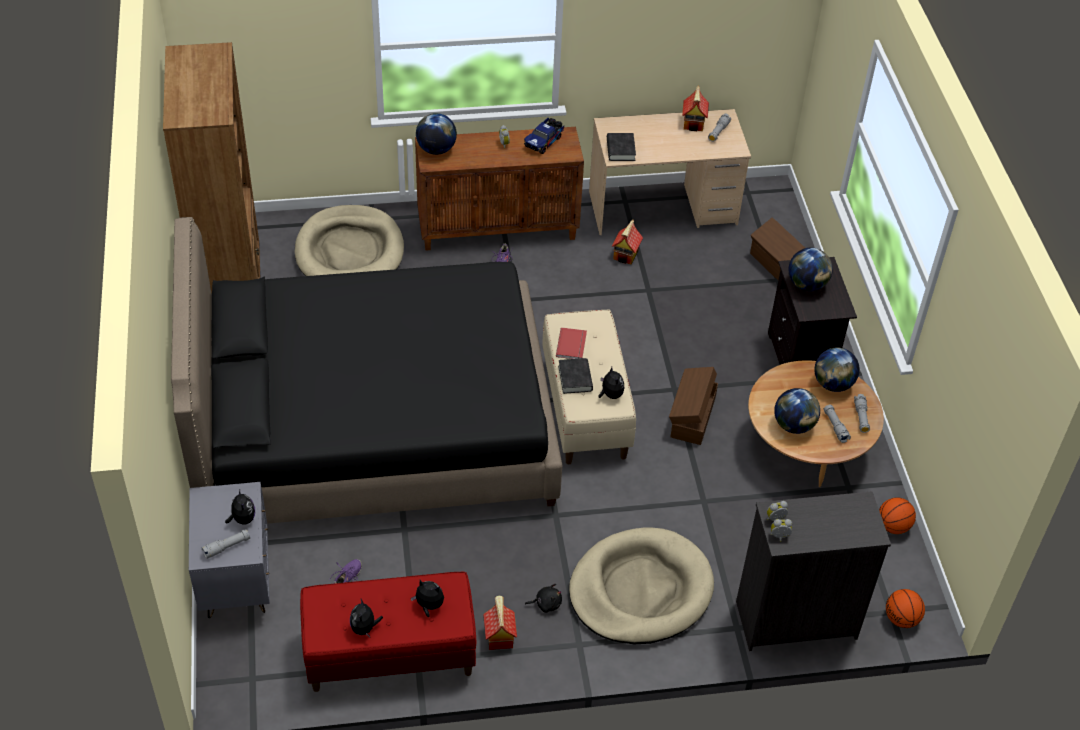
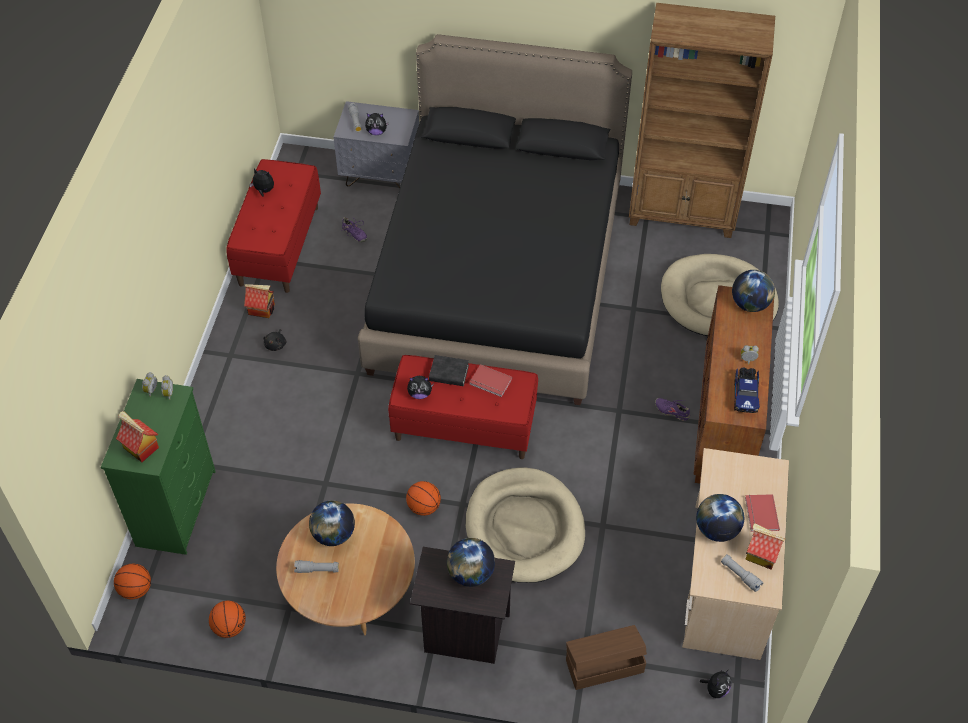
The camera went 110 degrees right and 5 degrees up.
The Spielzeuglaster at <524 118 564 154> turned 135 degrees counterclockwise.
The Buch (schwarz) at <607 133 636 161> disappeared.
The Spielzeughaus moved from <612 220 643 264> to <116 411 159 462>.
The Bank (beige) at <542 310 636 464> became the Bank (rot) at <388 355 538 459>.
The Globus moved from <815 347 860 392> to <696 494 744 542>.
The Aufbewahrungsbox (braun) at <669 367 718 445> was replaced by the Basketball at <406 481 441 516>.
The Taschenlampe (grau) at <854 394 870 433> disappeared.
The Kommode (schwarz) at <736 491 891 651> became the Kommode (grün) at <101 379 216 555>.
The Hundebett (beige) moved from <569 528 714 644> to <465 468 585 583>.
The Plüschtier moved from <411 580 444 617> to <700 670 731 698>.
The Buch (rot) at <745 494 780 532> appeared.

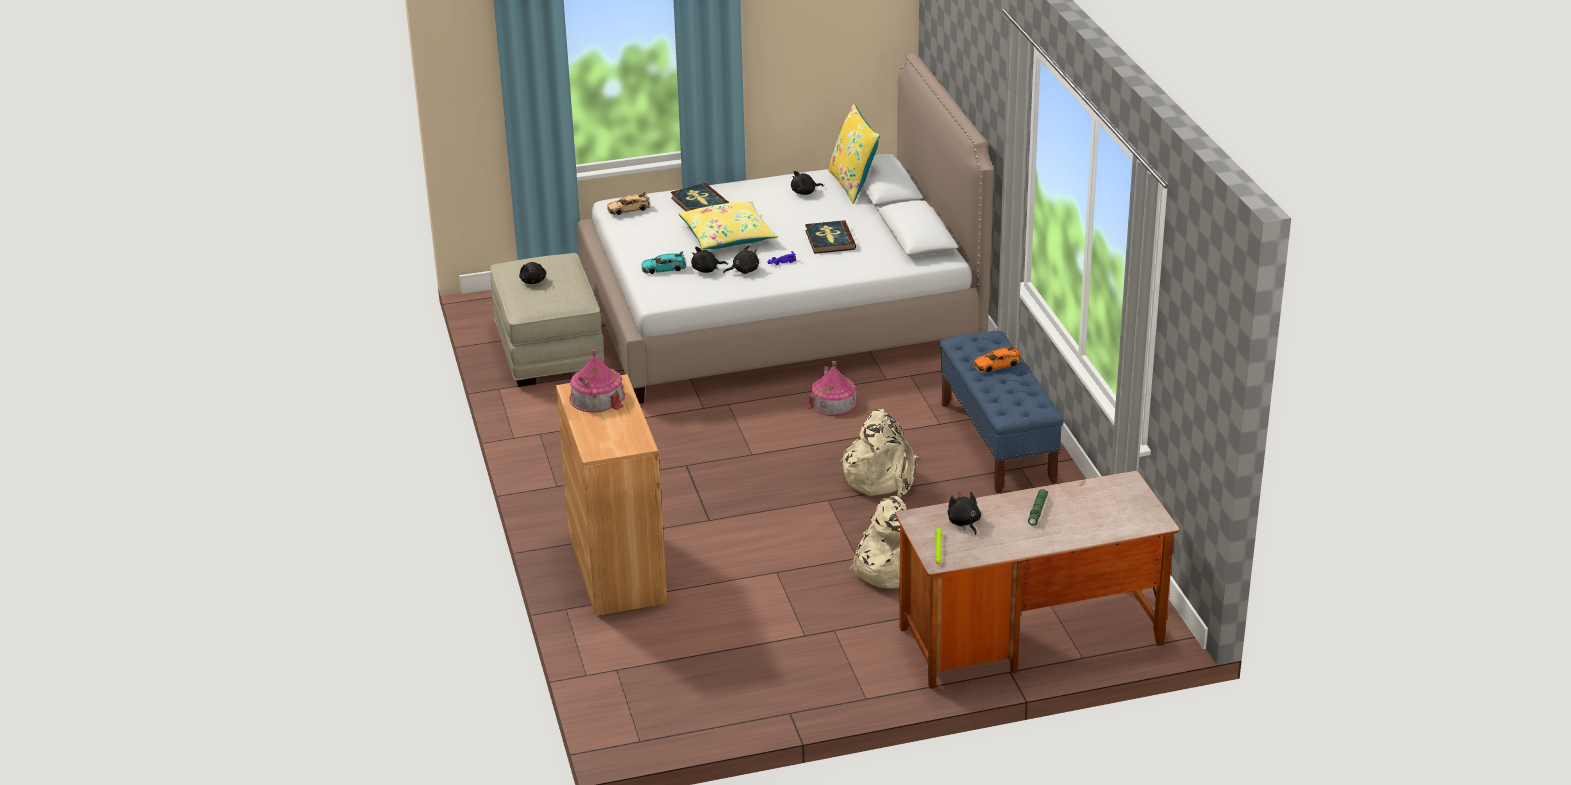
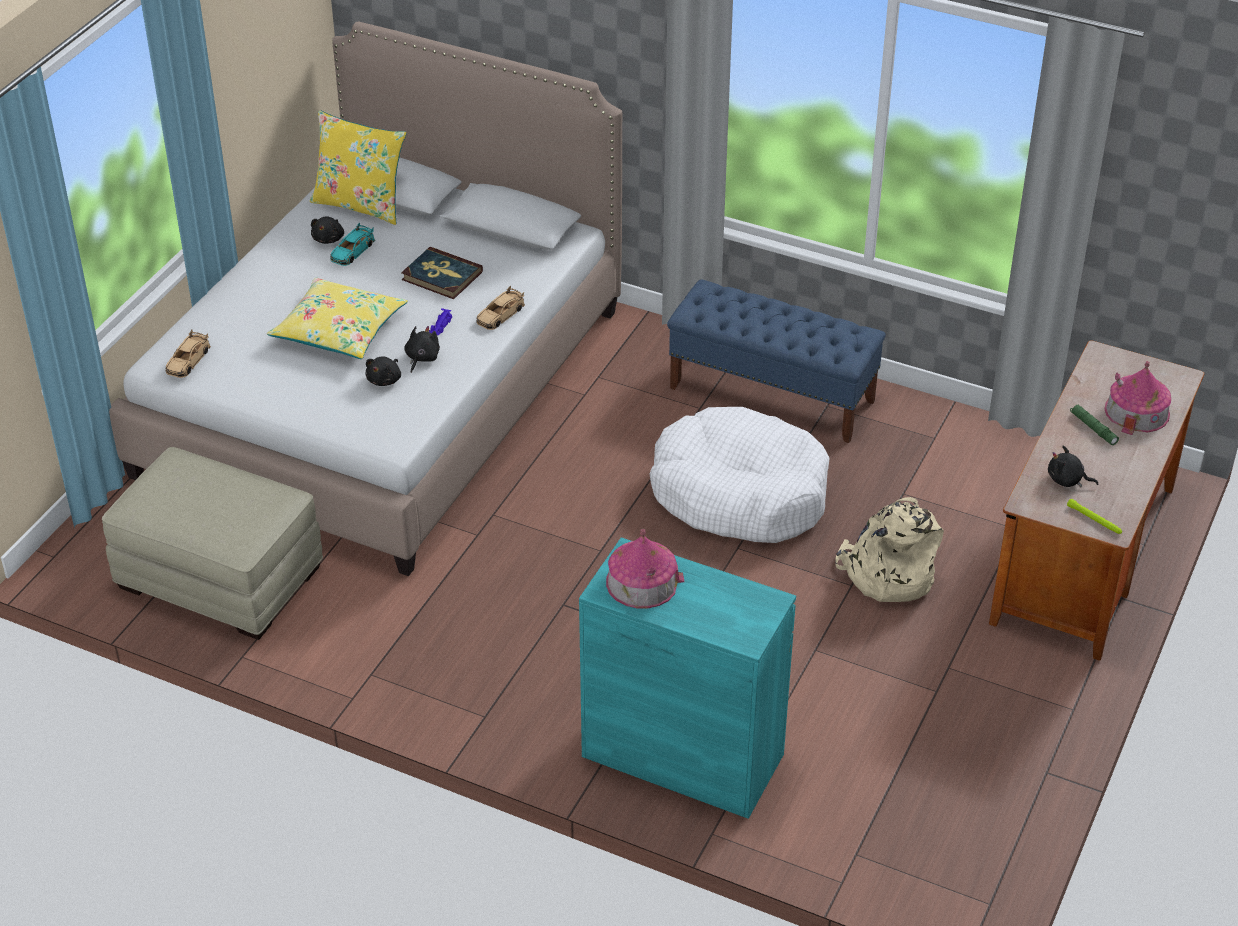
The camera went 50 degrees left and 10 degrees up.
The Buch at <671 183 729 211> disappeared.
The Spielzeugauto (türkis) moved from <641 251 686 274> to <330 223 375 266>.
The Plüschtier (schwarz) at <519 262 546 284> disappeared.
The Spielzeugauto (orange) at <974 345 1021 372> disappeared.
The Spielzeughaus moved from <806 361 858 416> to <1104 361 1171 435>.
The Schrank (braun) at <556 374 667 616> became the Schrank (türkis) at <579 537 796 819>.
The Rucksack (beige) at <840 409 918 497> was replaced by the Hundebett (weiß) at <649 407 830 543>.
The Spielzeugauto (beige) at <476 286 525 330> appeared.

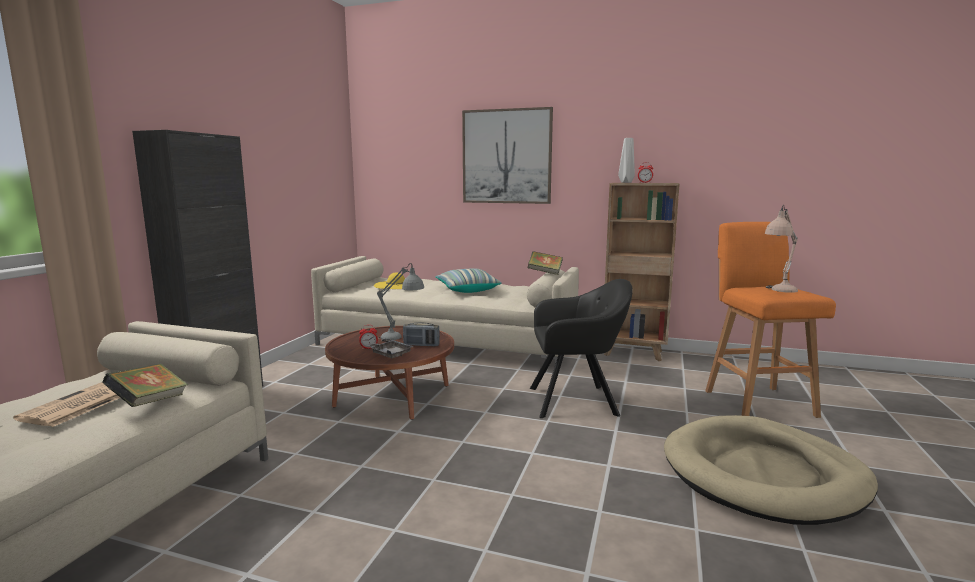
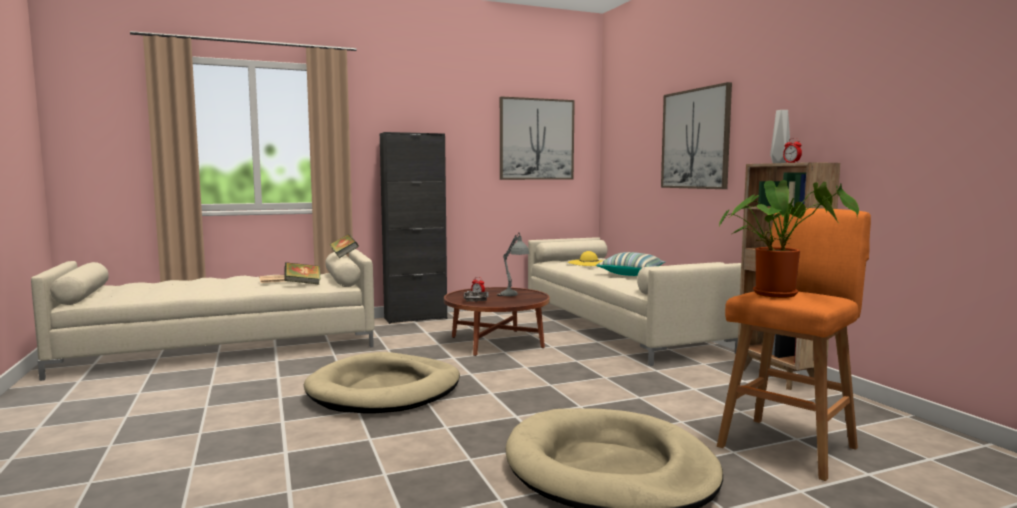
The camera went 50 degrees right and 5 degrees down.
The Tischlampe (beige) at <765 205 798 293> was replaced by the Topfpflanze at <718 180 859 298>.
The Buch moved from <528 251 563 275> to <329 234 359 258>.
The Sessel (schwarz) at <530 279 633 418> disappeared.
The Radio at <403 322 440 346> disappeared.
The Bild at <500 96 575 180> appeared.
The Hundebett (beige) at <304 352 460 413> appeared.

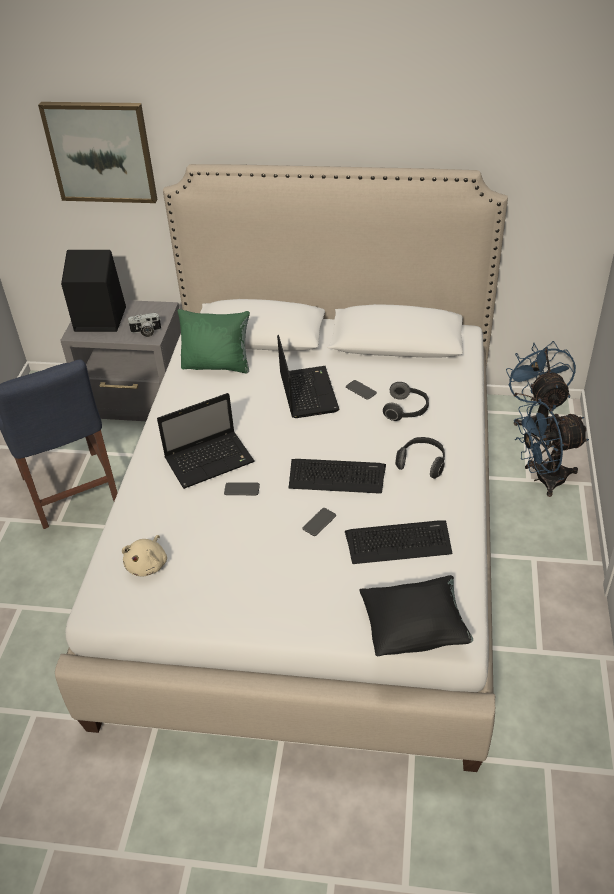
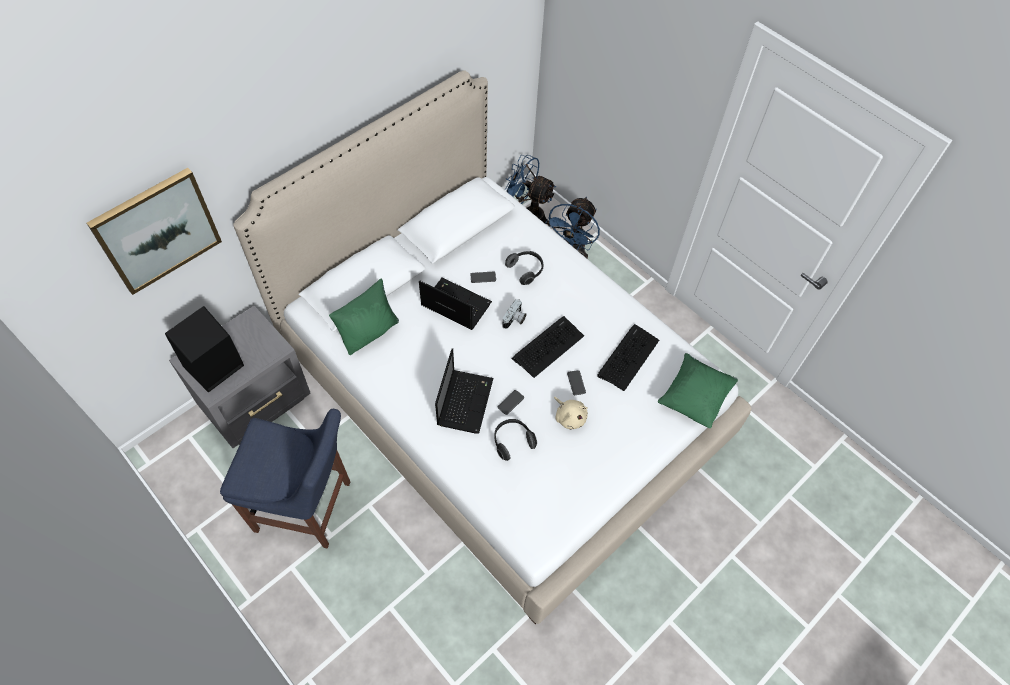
The camera went 55 degrees left and 15 degrees up.
The Kamera moved from <128 313 161 337> to <502 299 527 329>.
The Kopfhörer moved from <395 437 445 479> to <494 419 537 461>.
The Plüschtier (beige) moved from <122 535 167 577> to <554 397 588 430>.
The Kissen (schwarz) at <359 575 473 656> became the Kissen (grün) at <657 353 738 428>.

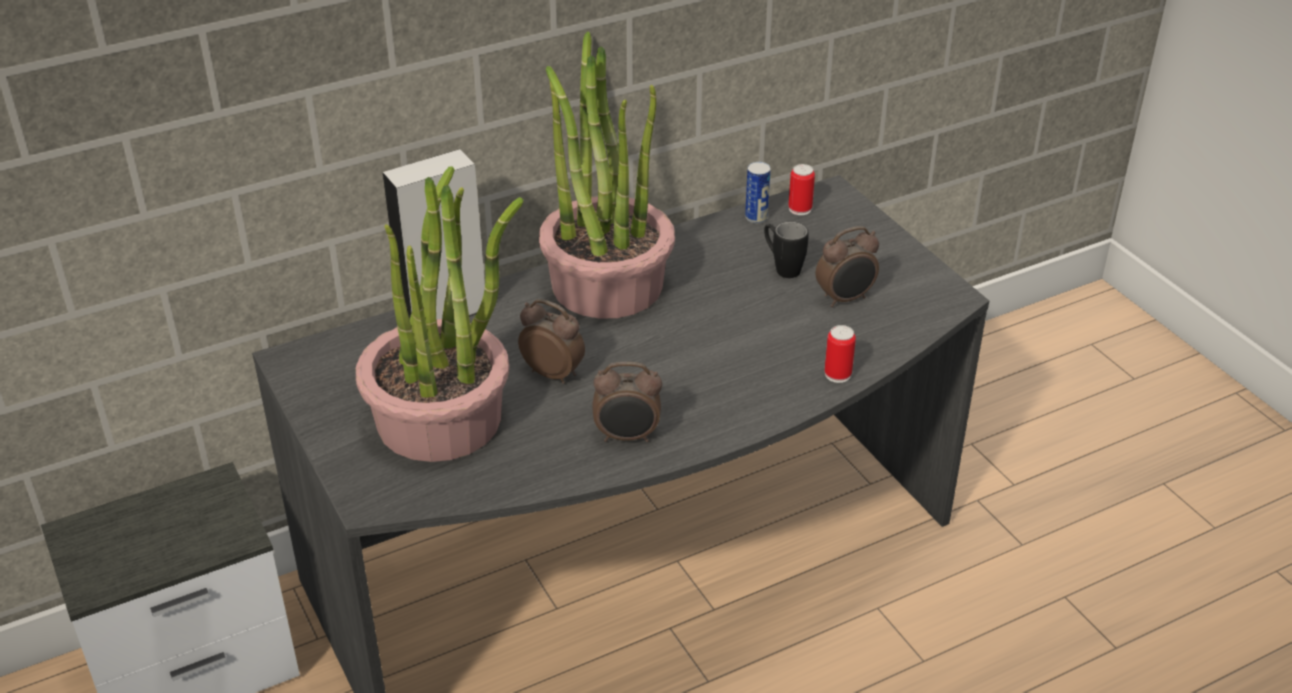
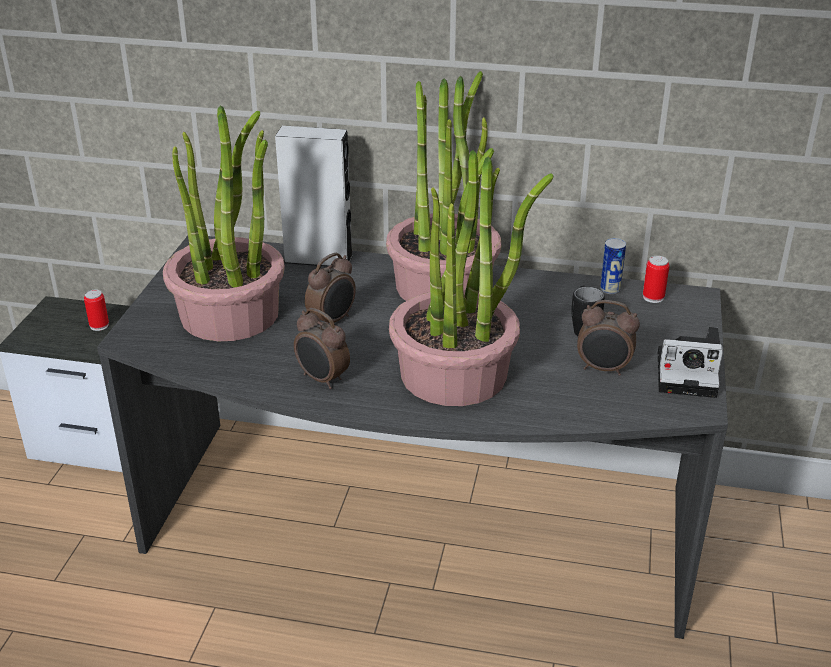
The camera went 40 degrees right and 5 degrees down.
The Wecker at <518 299 585 384> turned 60 degrees clockwise.
The Dose moved from <824 325 856 383> to <84 289 109 331>.
The Topfpflanze at <389 148 553 406> appeared.
The Kamera at <658 327 723 398> appeared.

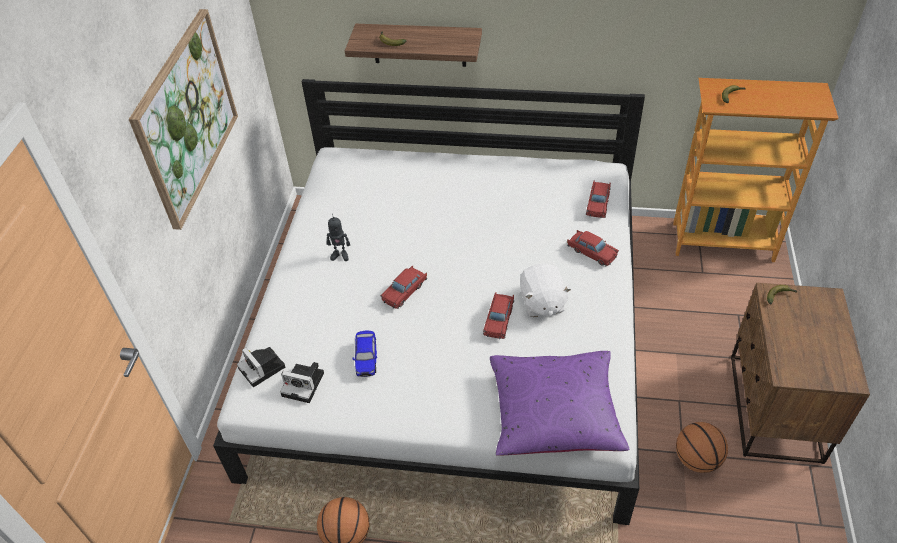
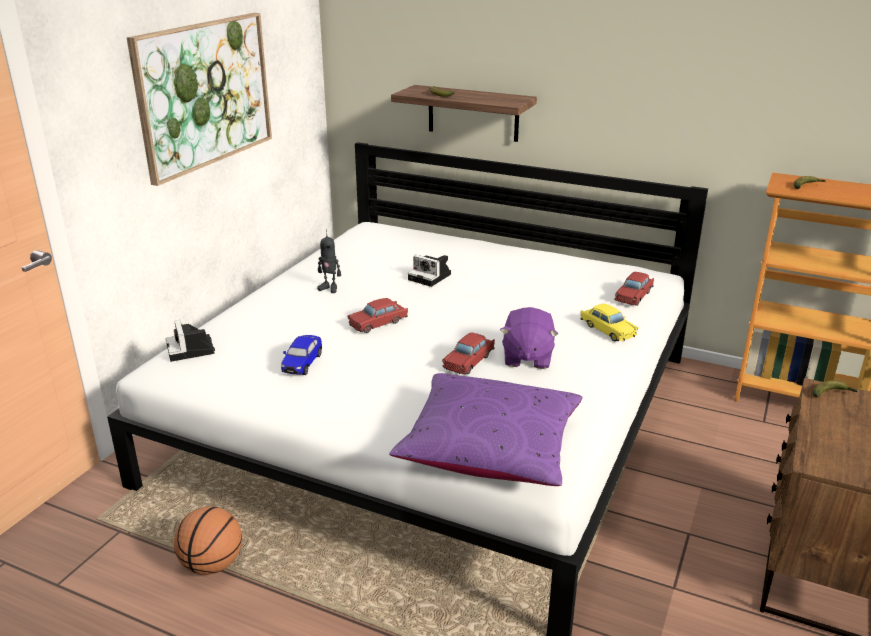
The camera went 15 degrees right and 20 degrees down.
The Spielzeugauto (rot) at <567 230 619 266> became the Spielzeugauto (gelb) at <580 303 638 341>.
The Plüschtier (weiß) at <520 264 571 317> became the Plüschtier (lila) at <500 307 558 369>.
The Kamera moved from <280 362 324 403> to <408 255 451 287>.
The Basketball at <676 422 728 473> disappeared.

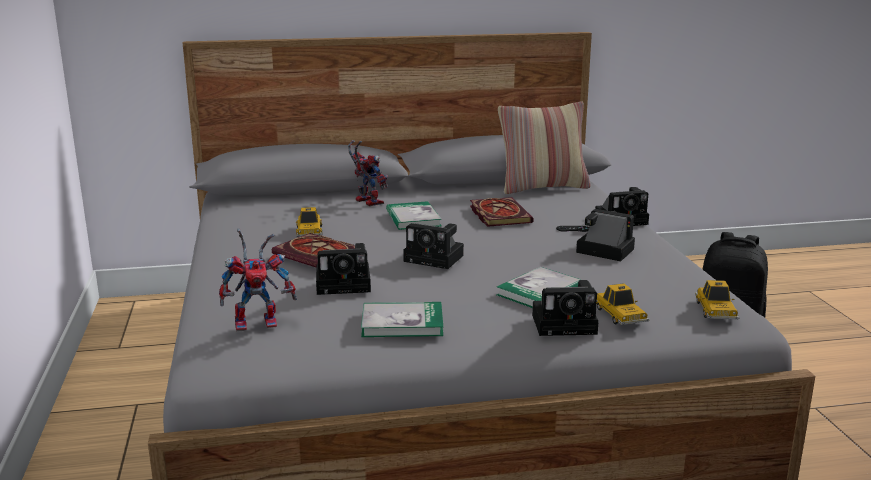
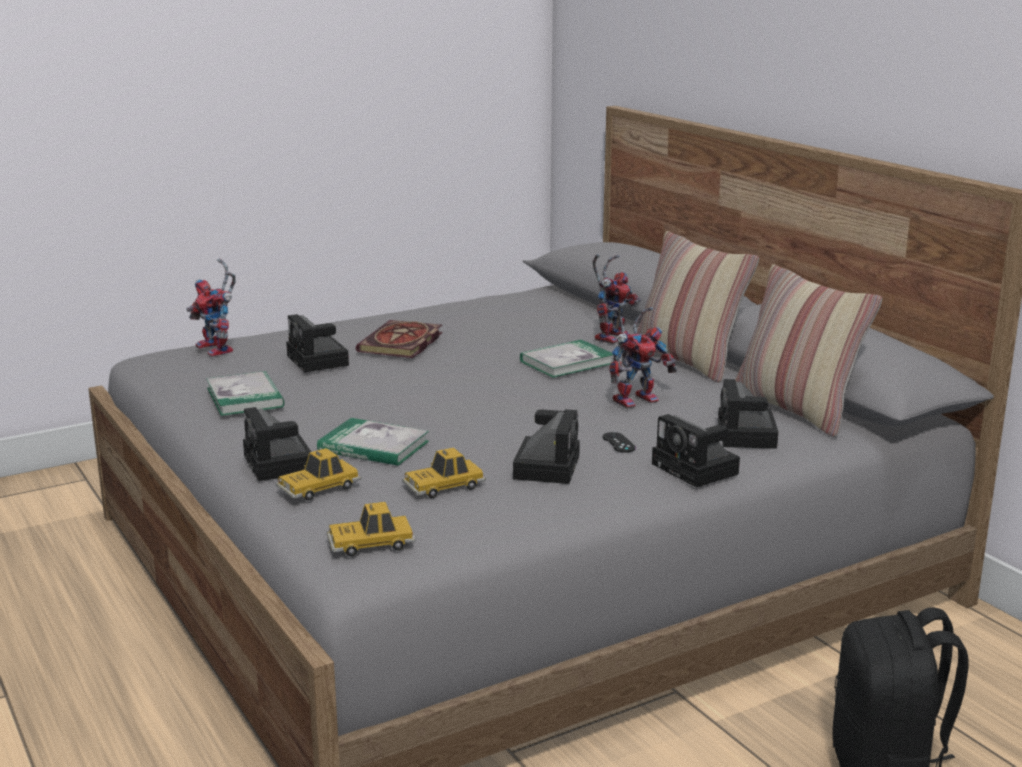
The camera went 70 degrees right and 0 degrees up.
The Buch at <470 197 534 227> was replaced by the Spielzeugroboter at <609 304 677 409>.
The Spielzeugauto moved from <296 207 323 237> to <402 447 486 498>.
The Kamera moved from <403 223 464 269> to <718 379 778 449>.
The Kissen at <637 231 759 383> appeared.

